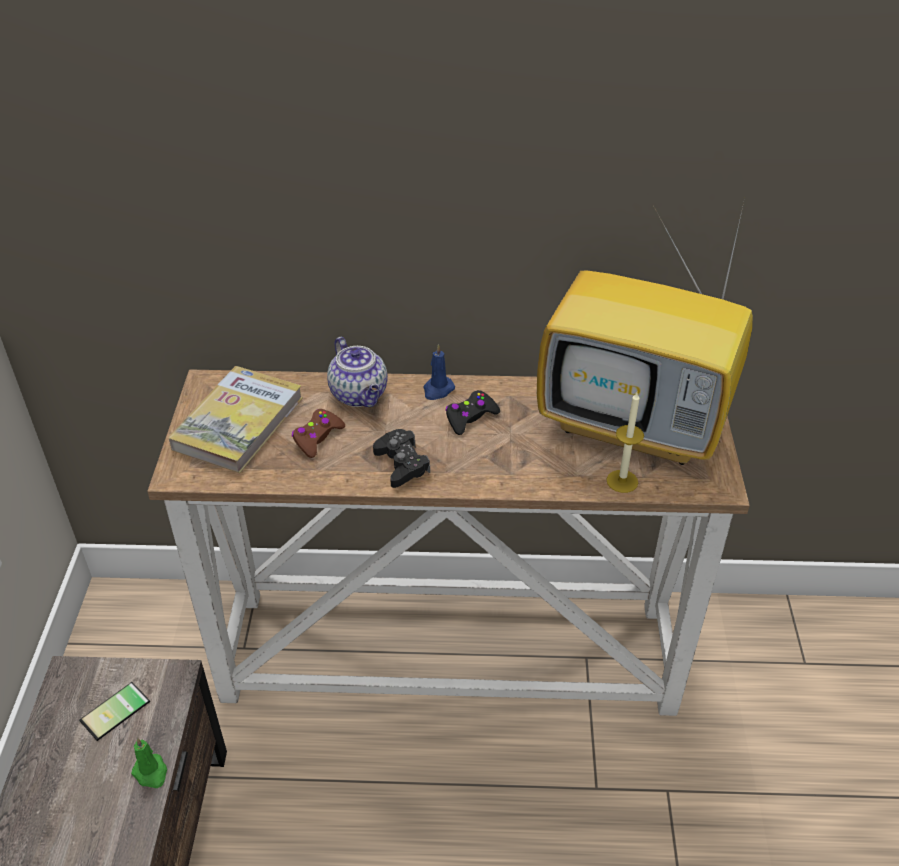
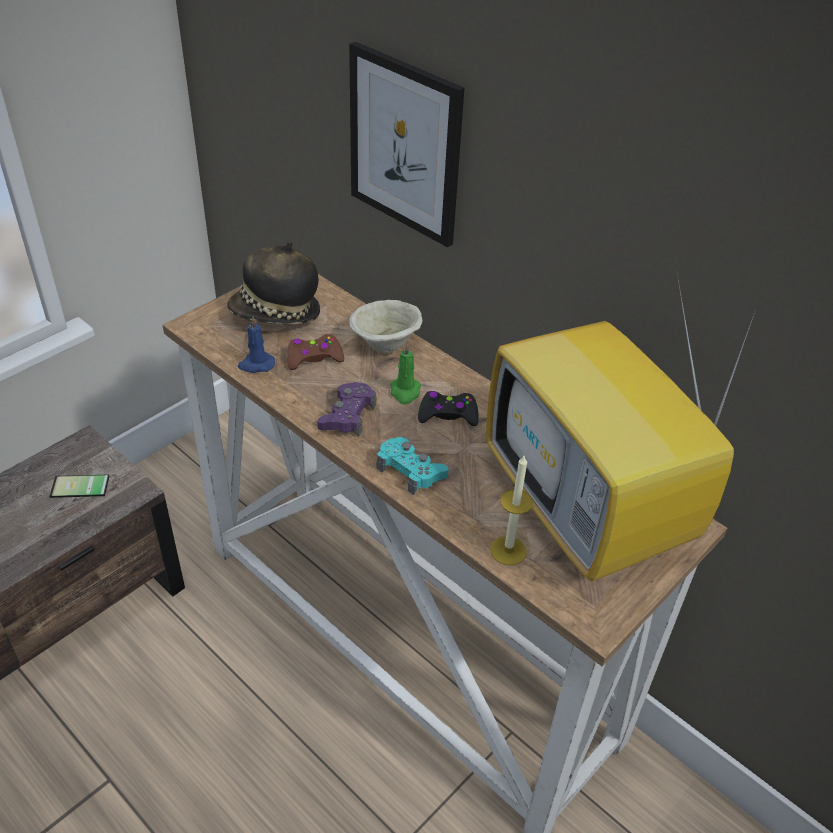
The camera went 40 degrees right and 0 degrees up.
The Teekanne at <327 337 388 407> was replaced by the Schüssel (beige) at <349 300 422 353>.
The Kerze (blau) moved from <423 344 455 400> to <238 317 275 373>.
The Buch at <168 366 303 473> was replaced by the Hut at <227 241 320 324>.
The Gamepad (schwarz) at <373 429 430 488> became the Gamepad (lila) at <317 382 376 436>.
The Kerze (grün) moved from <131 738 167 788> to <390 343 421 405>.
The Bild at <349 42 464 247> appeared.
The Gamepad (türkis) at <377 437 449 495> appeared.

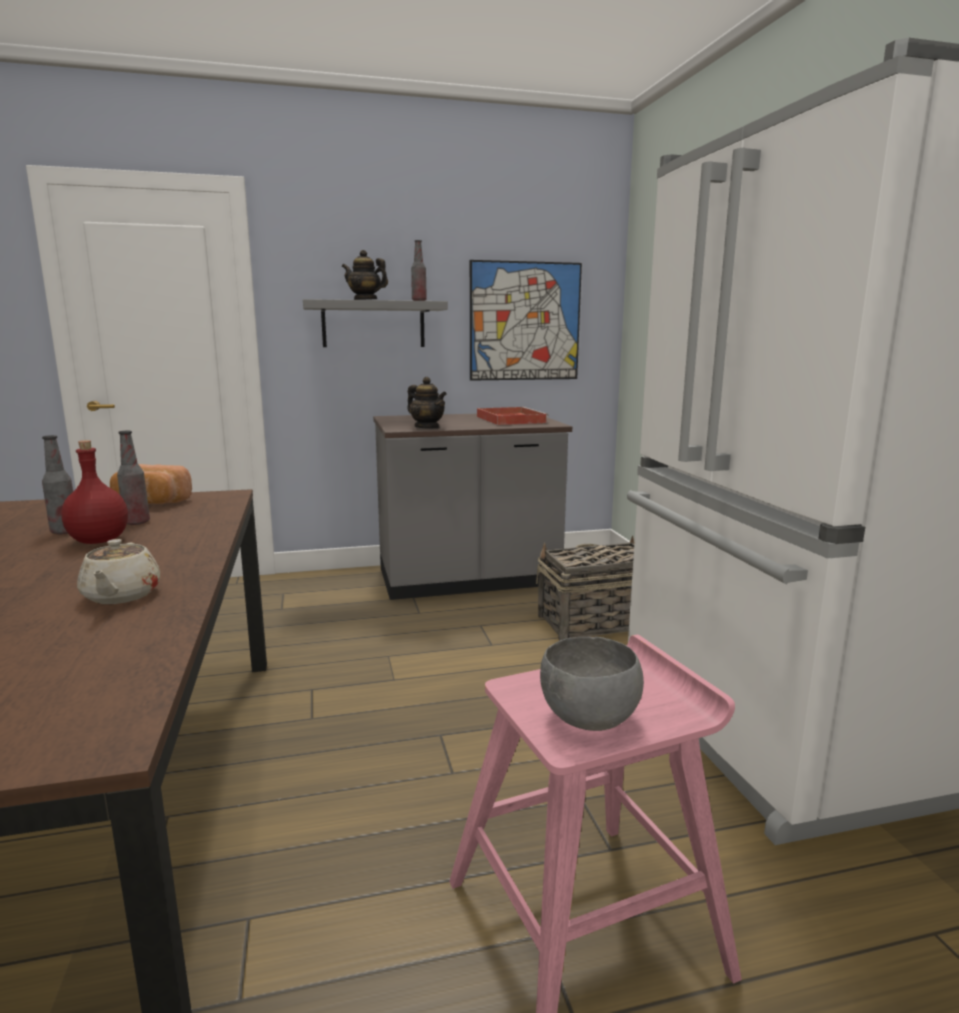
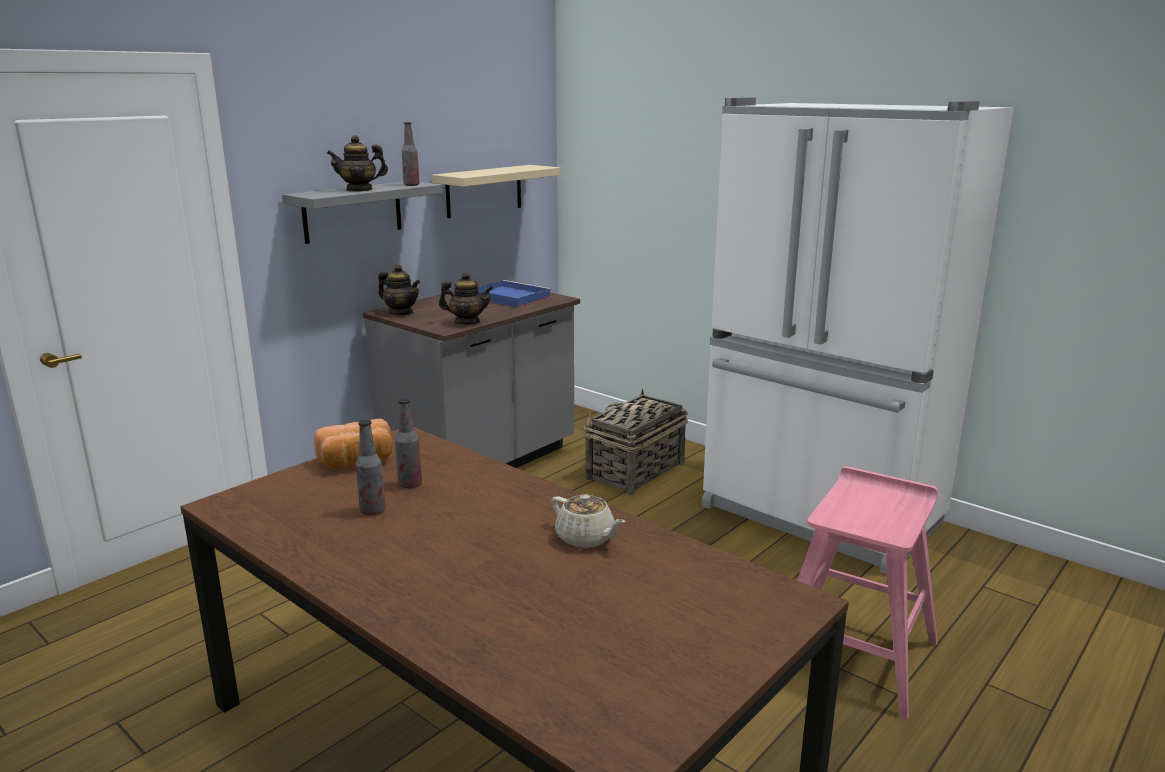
The camera went 35 degrees left and 5 degrees up.
The Bild at <470 260 582 381> was replaced by the Wandregal (beige) at <432 165 561 218>.
The Tablett (rot) at <477 407 549 425> became the Tablett (blau) at <478 280 552 307>.
The Flasche (rot) at <61 440 128 544> disappeared.
The Schüssel (grau) at <540 637 644 731> disappeared.
The Teekanne at <378 265 420 315> appeared.

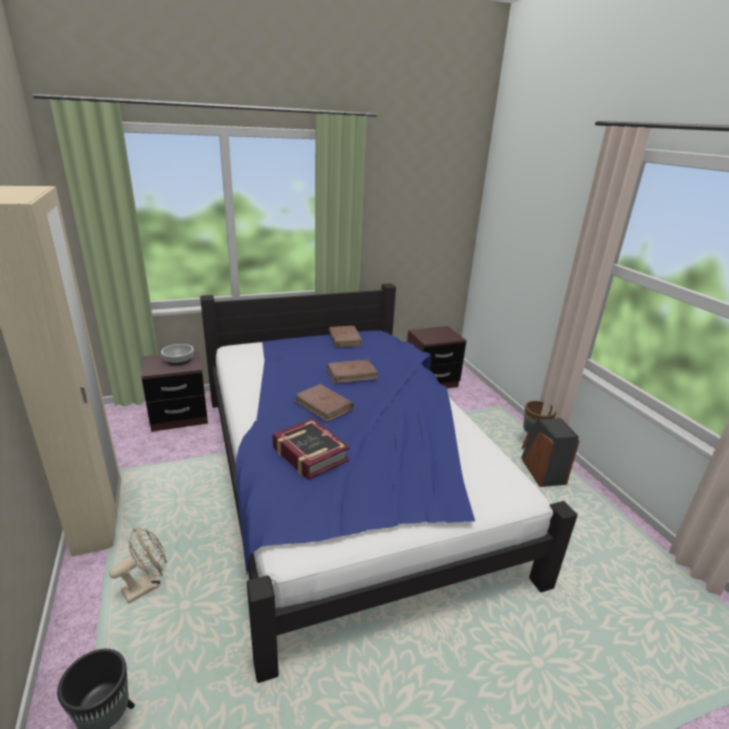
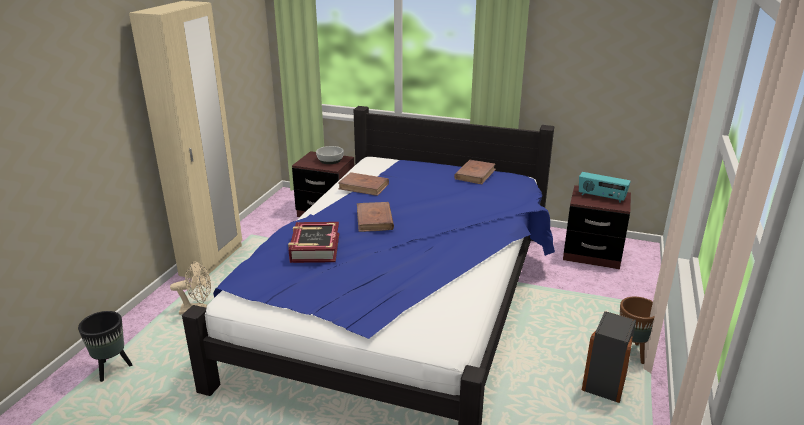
The camera went 40 degrees right and 0 degrees up.
The Buch (braun) moved from <327 359 379 383> to <338 172 389 196>.
The Radio at <579 172 631 203> appeared.

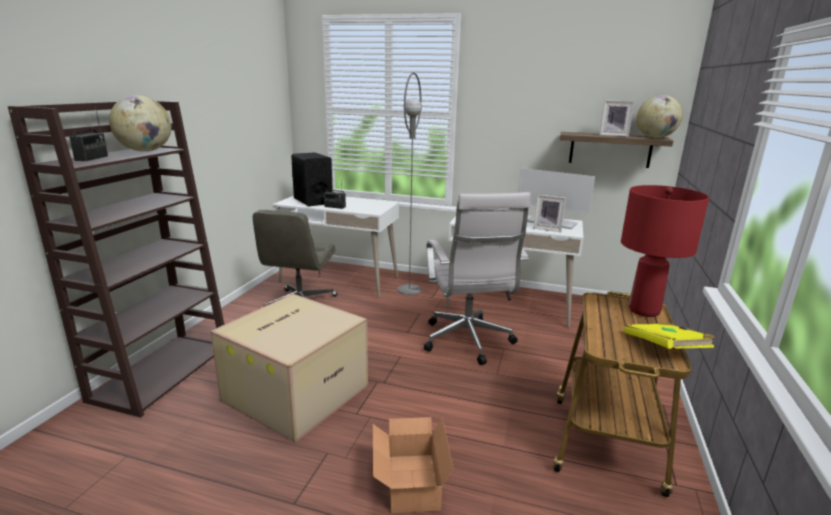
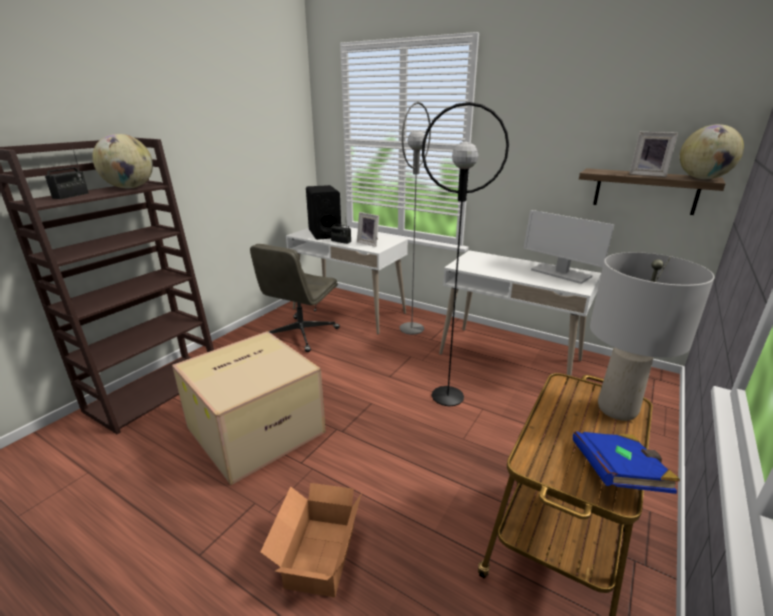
The camera went 15 degrees right and 5 degrees up.
The Tischlampe (rot) at <621 185 709 317> became the Tischlampe (grau) at <590 252 715 421>.
The Bürostuhl (weiß) at <424 192 531 365> was replaced by the Stehlampe (schwarz) at <422 102 509 406>.
The Bilderrahmen moved from <533 195 566 232> to <357 212 379 247>.
The Buch (gelb) at <624 322 716 349> became the Buch (blau) at <573 431 680 494>.

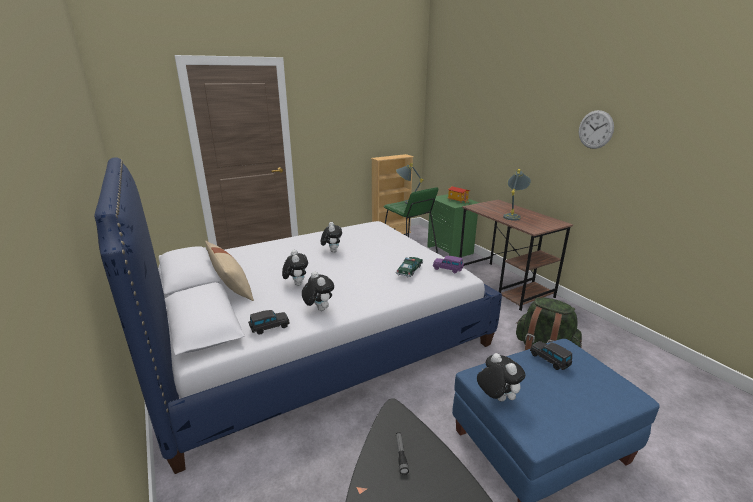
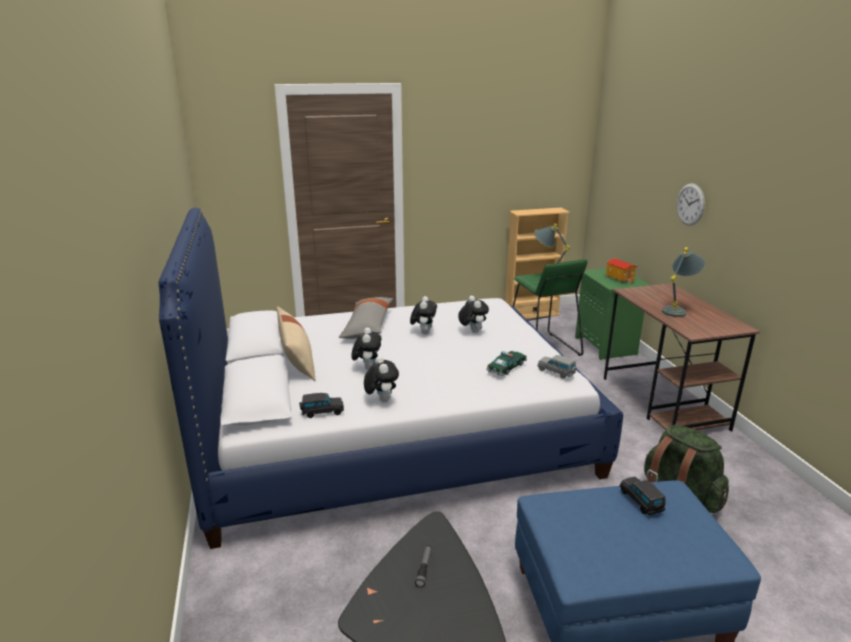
The camera went 15 degrees right and 0 degrees up.
The Wanduhr moved from <579 110 614 149> to <677 183 705 226>.
The Spielzeugauto (lila) at <433 256 464 273> became the Spielzeugauto (grau) at <538 355 576 379>.
The Plüschtier moved from <477 353 526 401> to <458 296 489 333>.
The Kissen (grau) at <339 297 393 339> appeared.

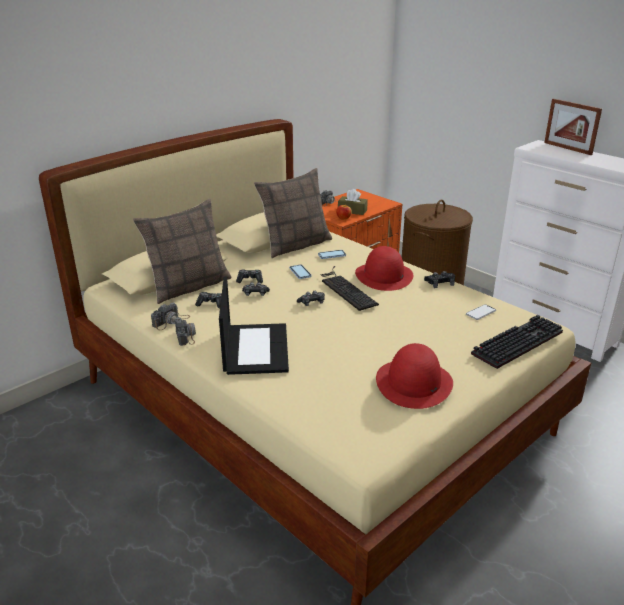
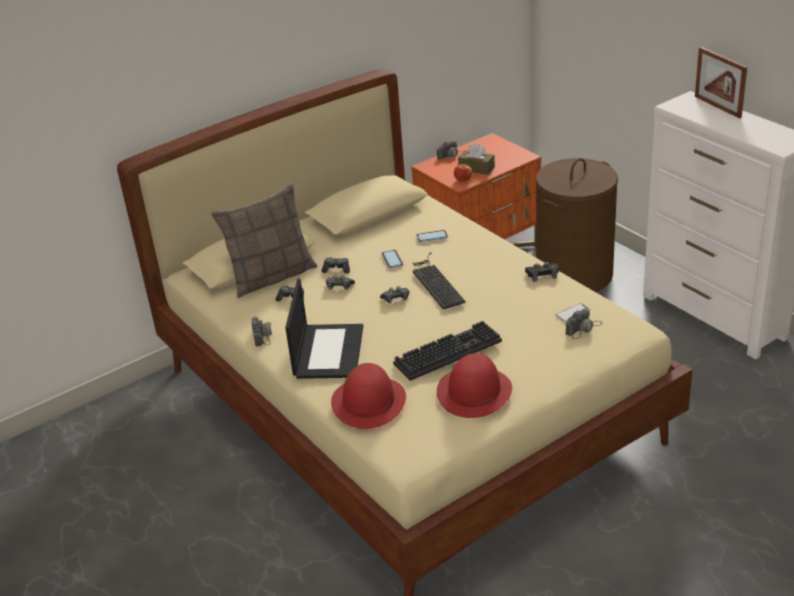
The camera went 10 degrees right and 5 degrees up.
The Kissen at <254 168 332 258> disappeared.
The Hut (rot) moved from <355 246 413 291> to <331 363 406 429>.
The Kamera moved from <151 303 190 330> to <566 308 602 339>.
The Tastatur moved from <471 315 563 369> to <393 321 502 381>.

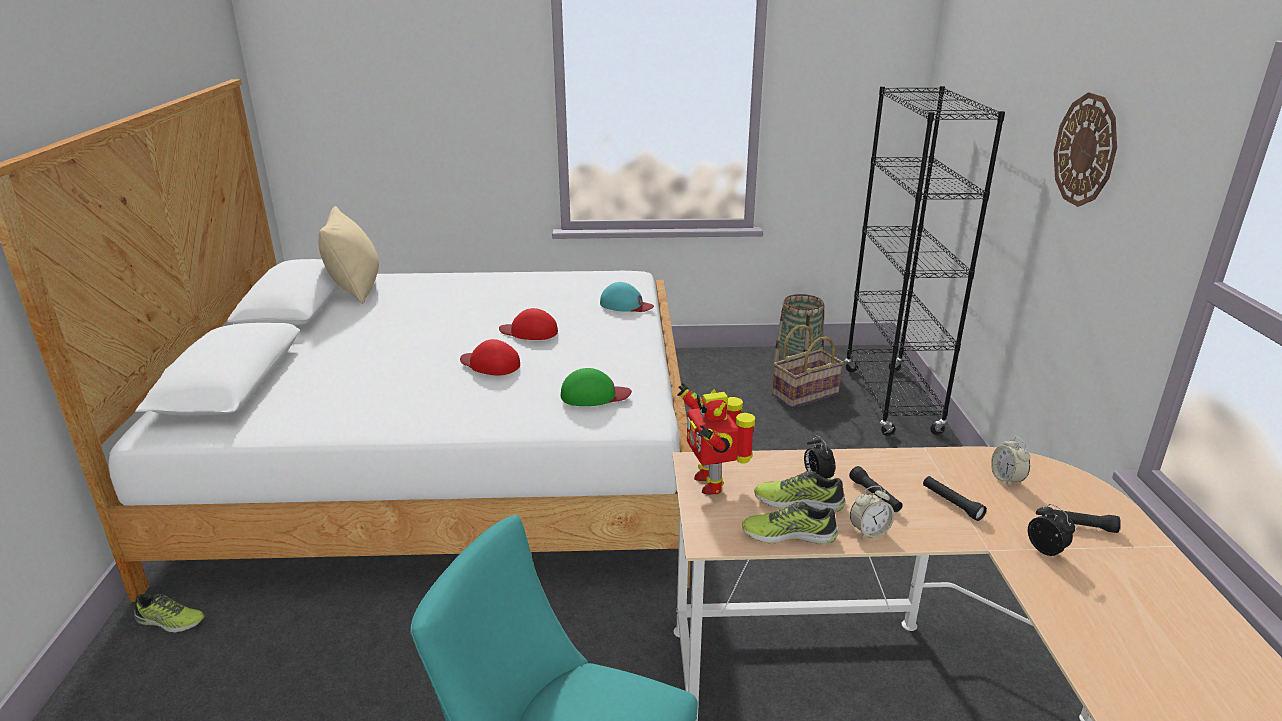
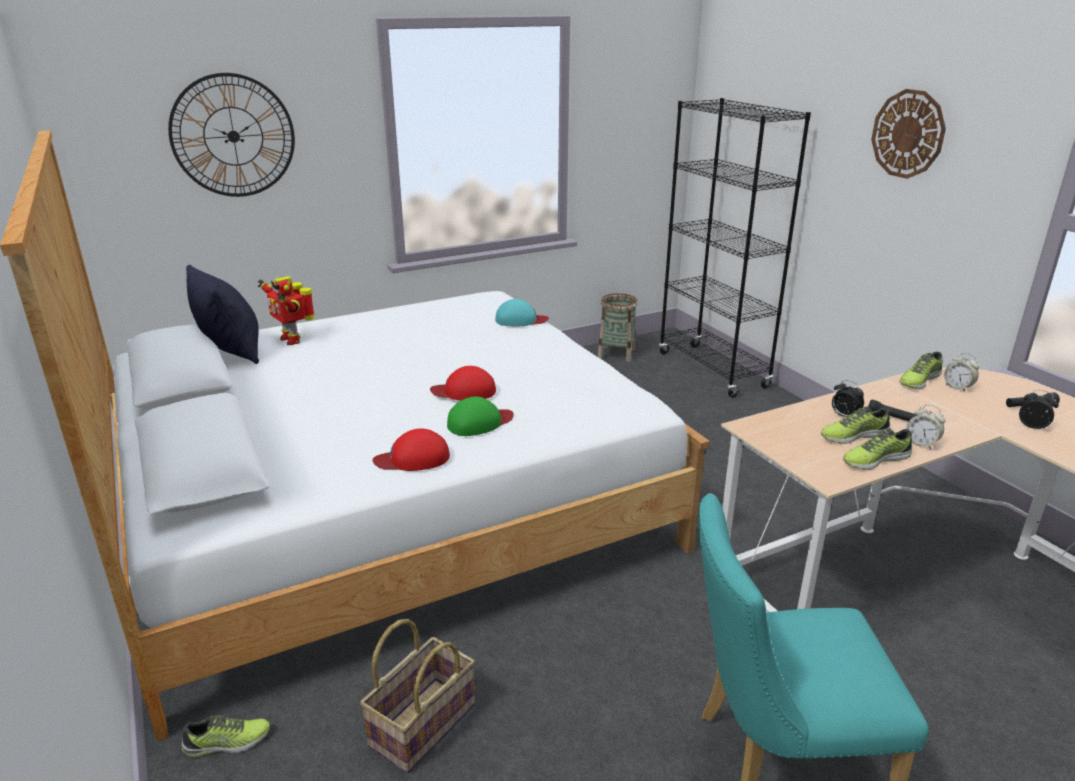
The camera went 25 degrees left and 0 degrees up.
The Kissen (beige) at <318 206 379 304> became the Kissen (schwarz) at <186 265 259 364>.
The Kappe (rot) moved from <499 308 558 340> to <372 429 450 471>.
The Korb moved from <772 325 844 408> to <360 619 475 773>.
The Kappe (grün) moved from <561 368 632 406> to <447 396 514 436>.
The Spielzeugroboter moved from <677 383 755 495> to <258 276 315 345>.
The Taschenlampe (schwarz) at <923 476 987 521> disappeared.
The Wecker at <850 486 894 539> turned 90 degrees clockwise.
The Wanduhr at <168 73 295 197> appeared.
The Schuh at <899 352 942 389> appeared.

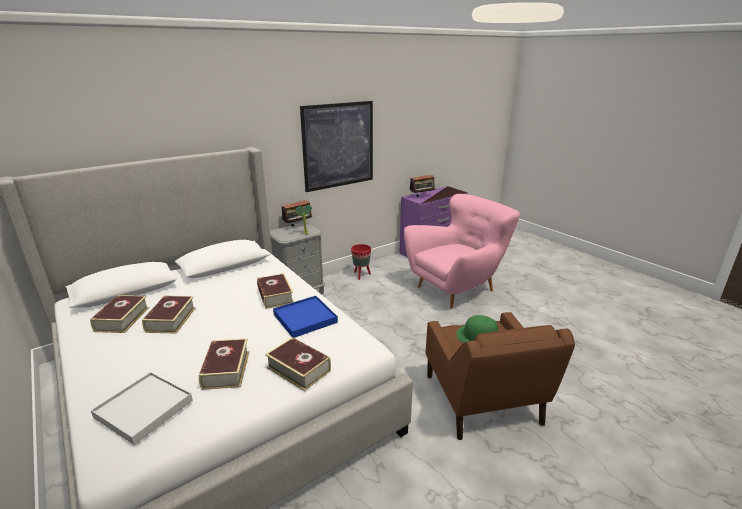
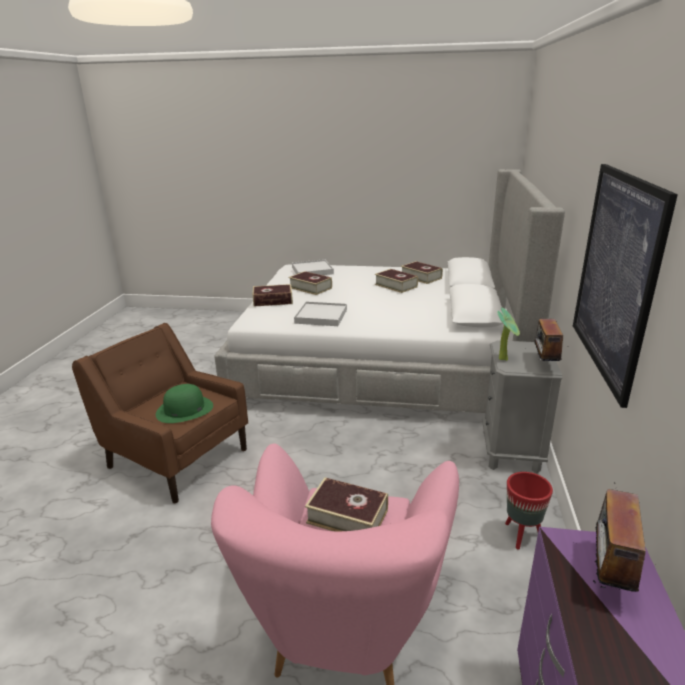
The camera went 135 degrees right and 0 degrees up.
The Buch moved from <257 273 294 309> to <305 477 388 531>.
The Tablett (blau) at <273 296 338 338> became the Tablett (weiß) at <294 302 347 326>.

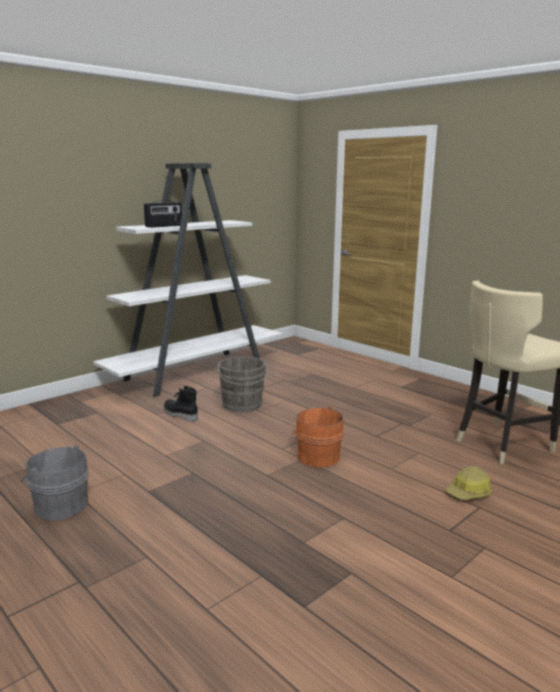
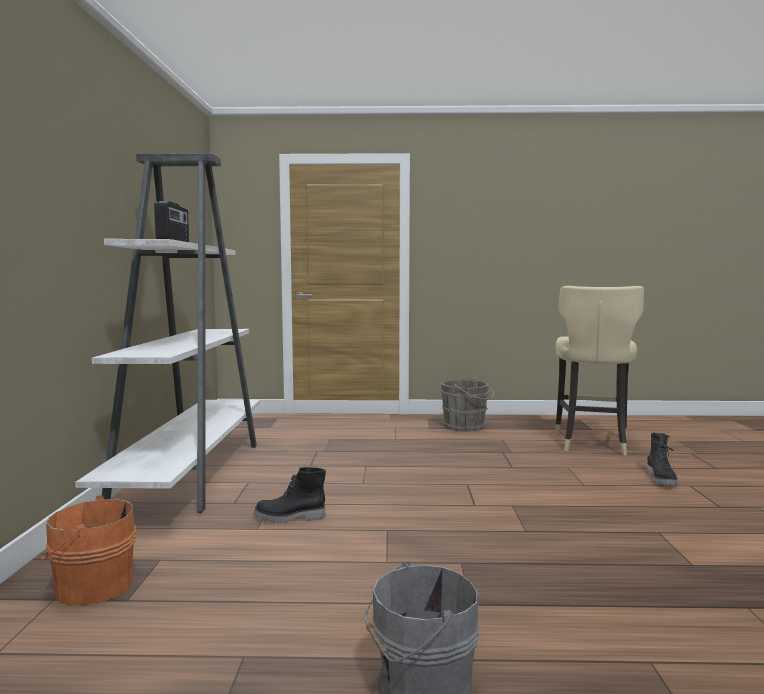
The camera went 45 degrees left and 10 degrees down.
The Eimer (grau) moved from <217 357 269 412> to <441 378 494 432>.
The Eimer (orange) moved from <291 406 344 467> to <41 495 136 605>.
The Schutzhelm at <446 466 492 500> was replaced by the Stiefel (schwarz) at <647 433 677 485>.

